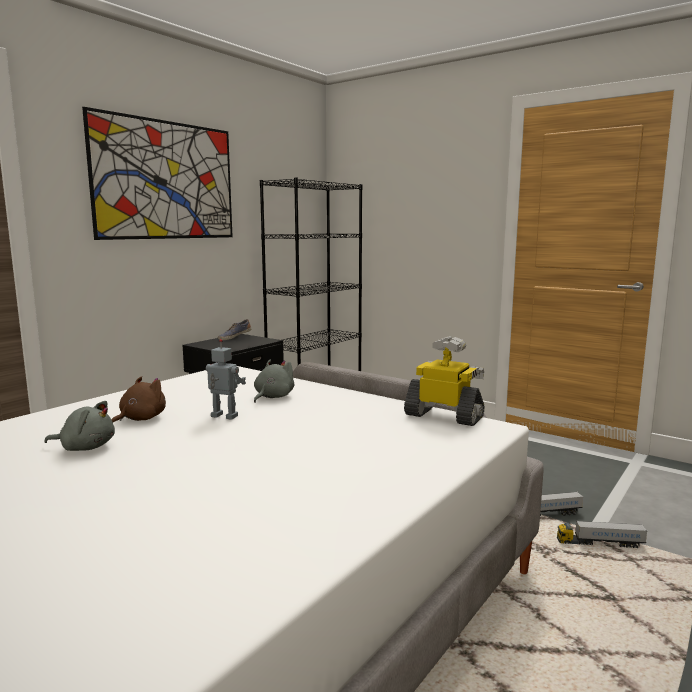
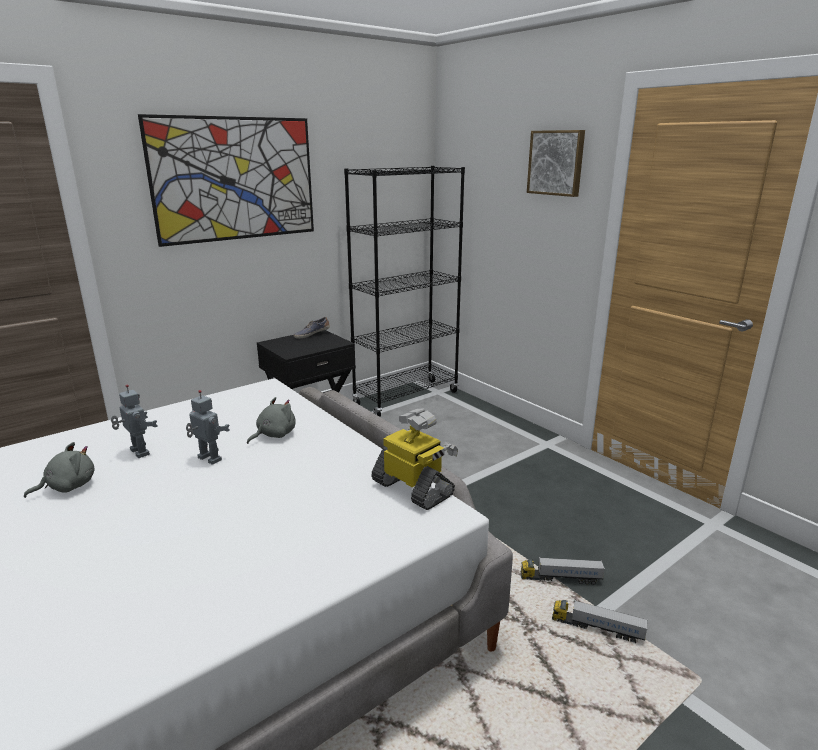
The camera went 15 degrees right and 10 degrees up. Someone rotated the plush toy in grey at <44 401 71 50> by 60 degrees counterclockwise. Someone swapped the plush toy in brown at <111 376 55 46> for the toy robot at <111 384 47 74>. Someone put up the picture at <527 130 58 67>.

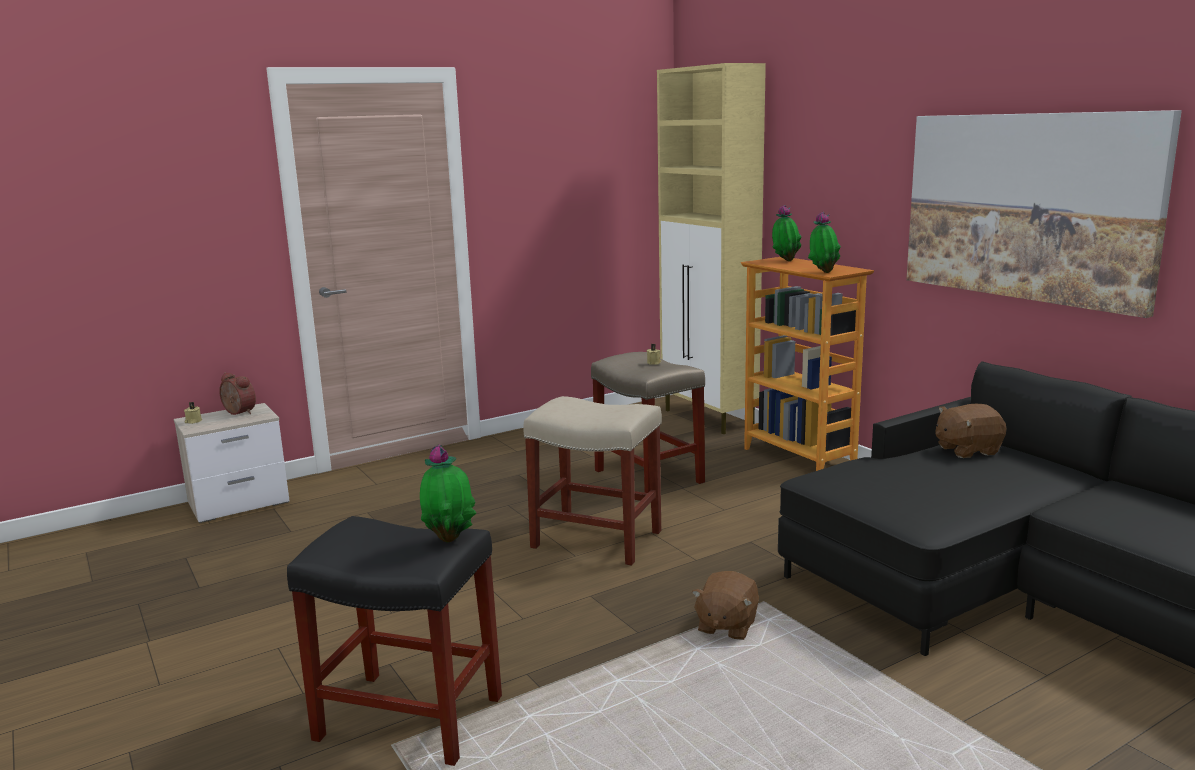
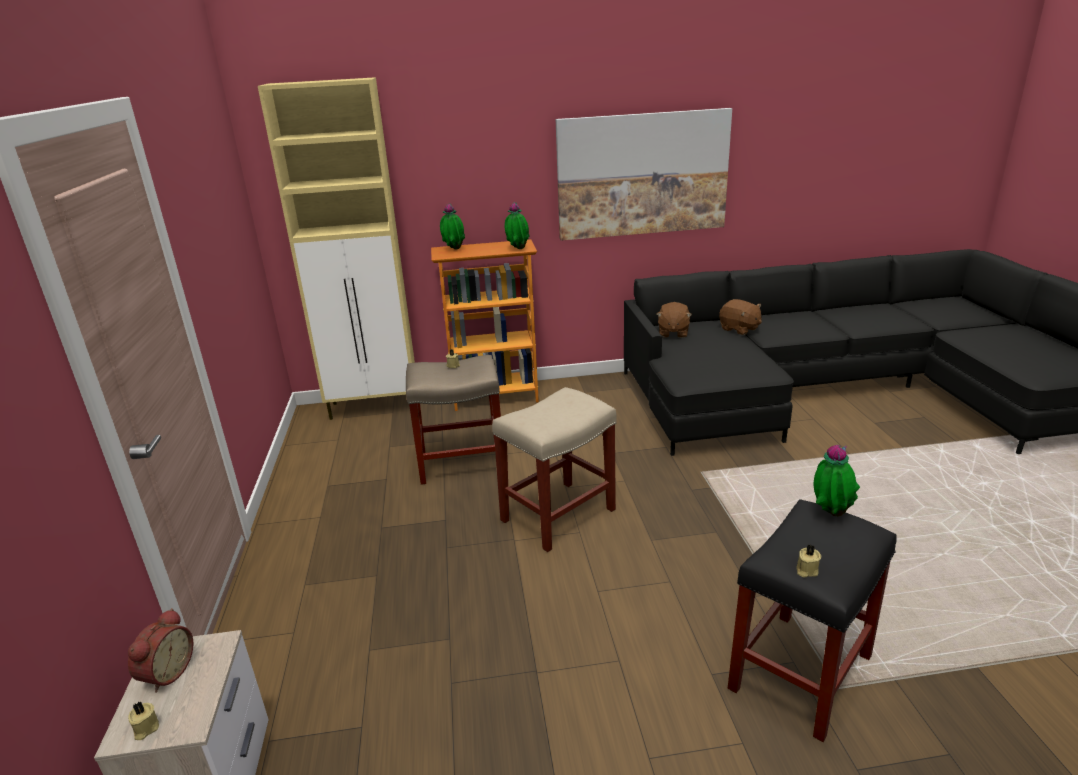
The camera went 65 degrees left and 10 degrees up. Someone rotated the alarm clock at <219 372 37 43> by 135 degrees clockwise. Someone carried the plush toy in brown from <692 571 67 69> to <719 299 43 36>. Someone put down the candle in beige at <797 544 24 34>.

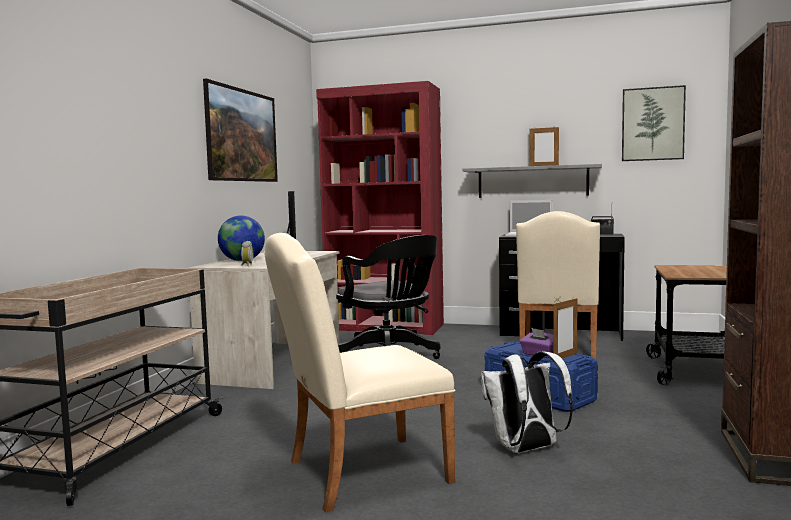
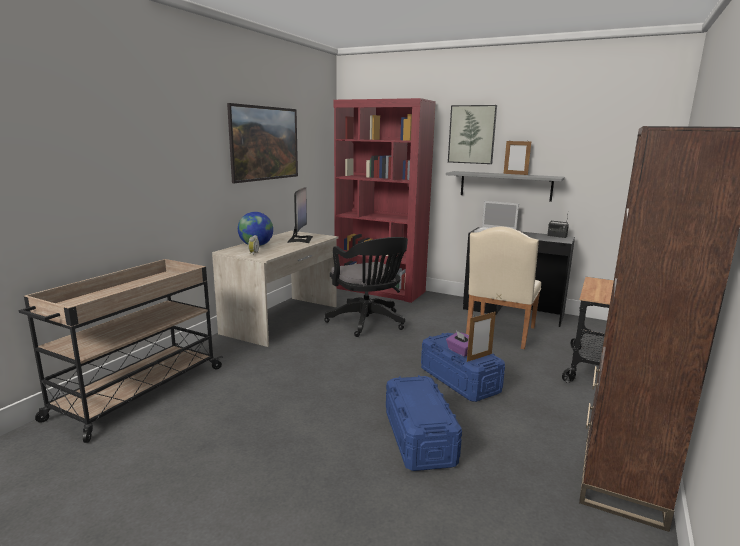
The camera went 10 degrees right and 10 degrees up. Someone swapped the backpack in white at <481 351 92 102> for the storage box in blue at <386 375 76 96>. Someone carried the picture from <622 85 64 76> to <448 105 49 59>. Someone took away the chair in beige at <264 233 191 280>.

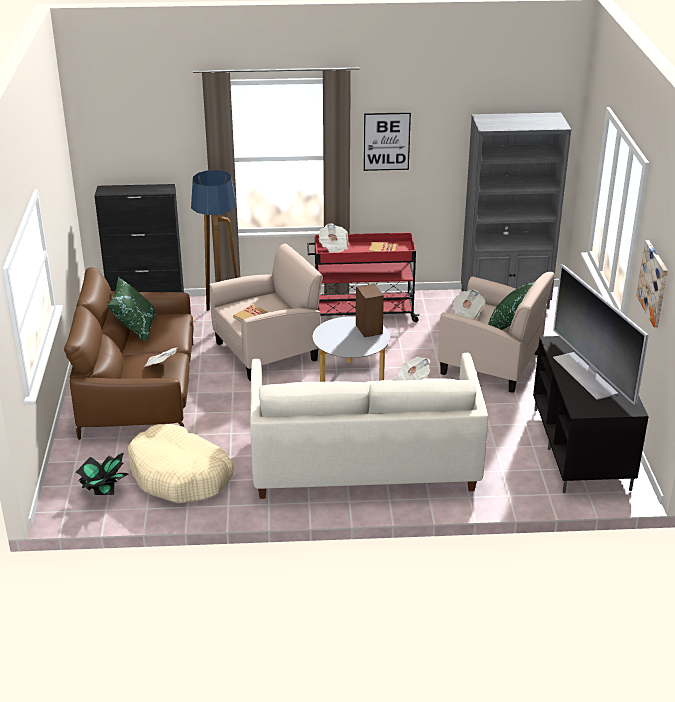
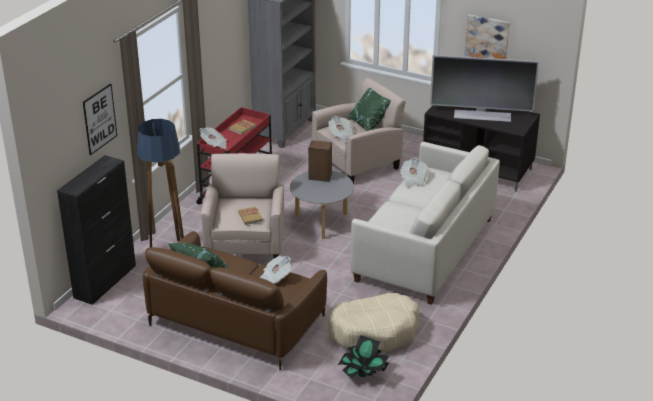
The camera went 60 degrees left and 0 degrees up. Someone carried the picture from <364 112 47 59> to <83 84 34 71>.

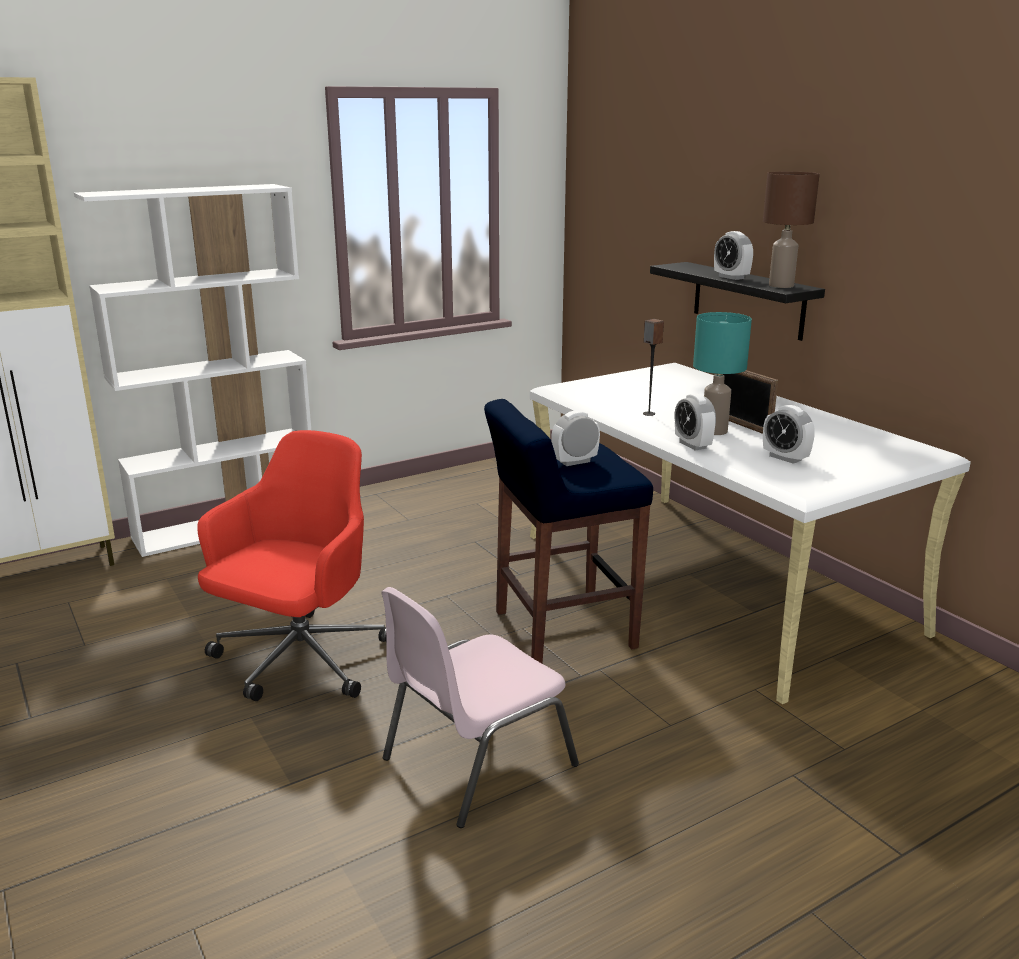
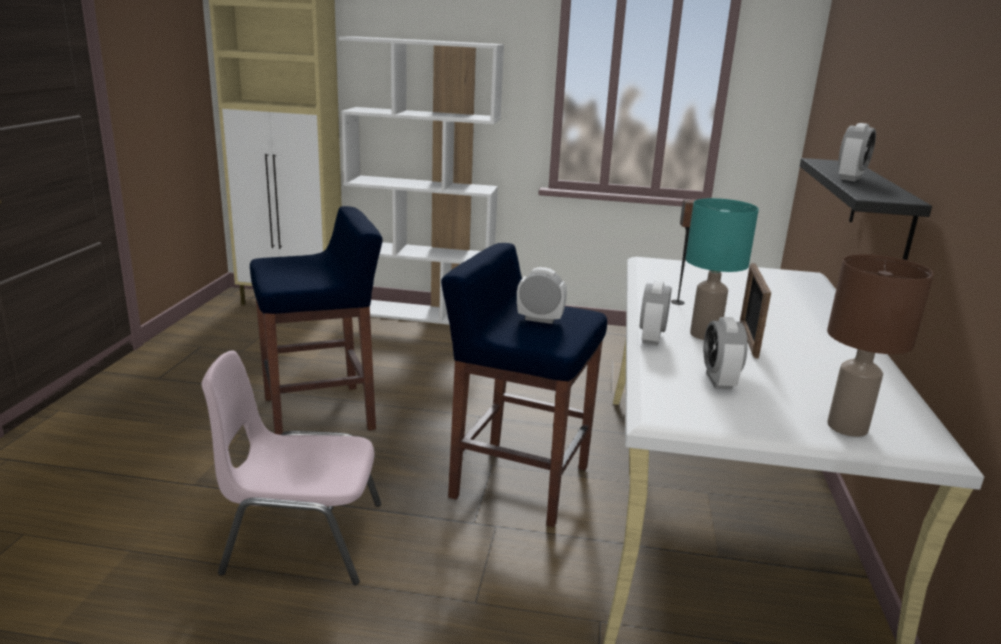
The camera went 40 degrees right and 0 degrees up. Someone swapped the office chair in red at <197 430 189 271> for the stool in blue at <250 206 132 229>. Someone carried the table lamp in brown from <763 172 57 116> to <827 254 107 183>. Someone rotated the alarm clock at <714 231 39 49> by 150 degrees counterclockwise.

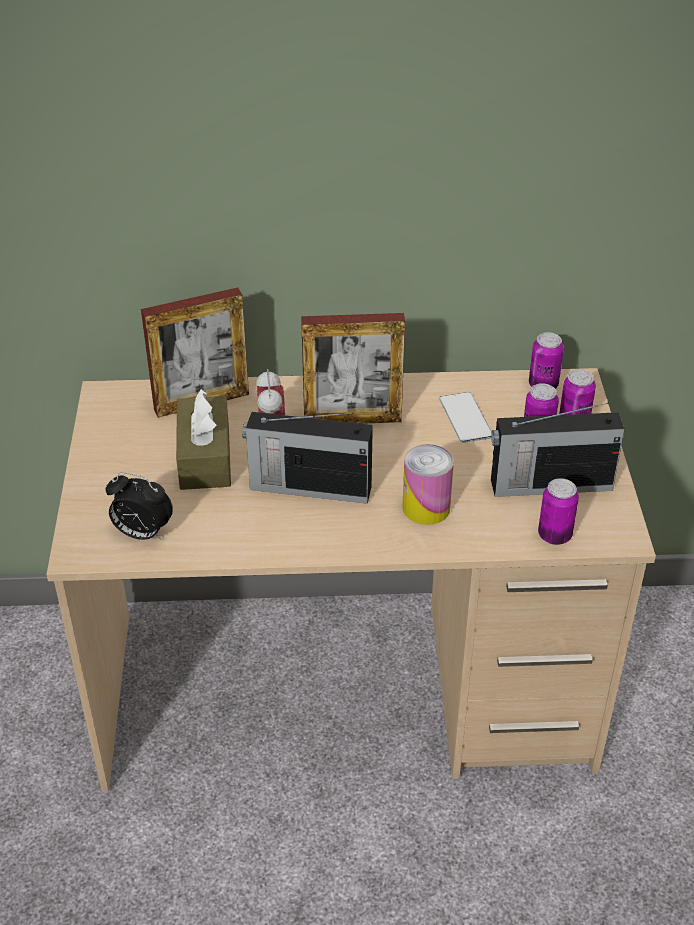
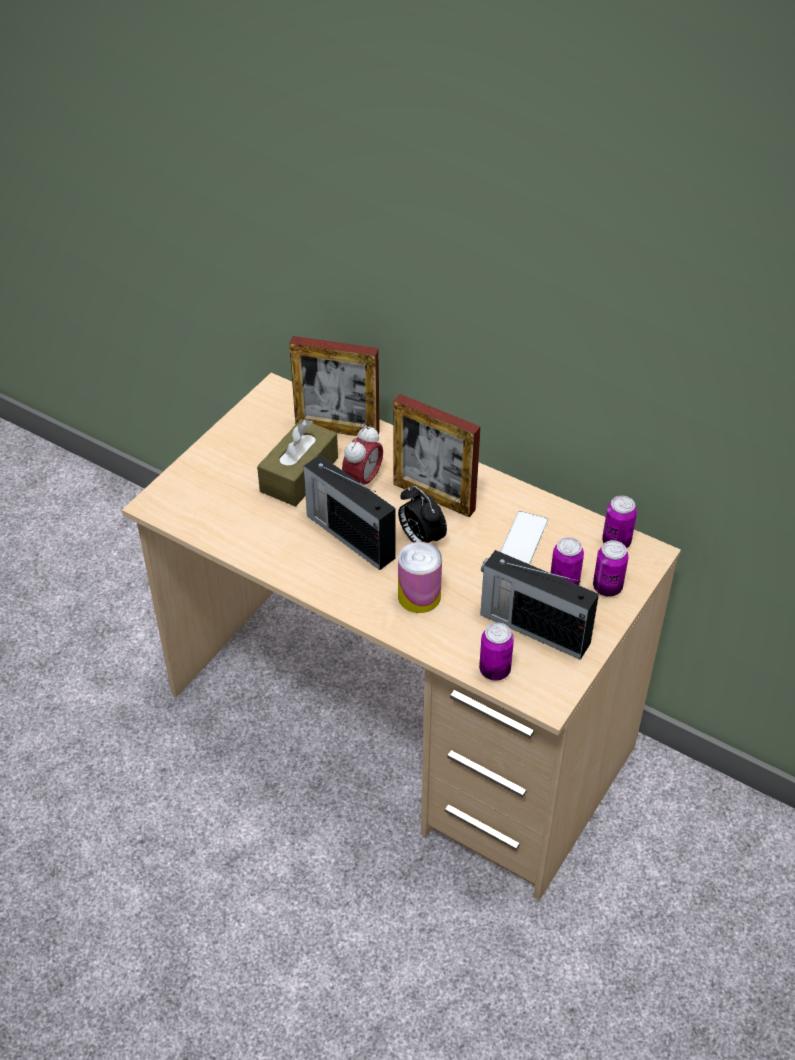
The camera went 35 degrees right and 5 degrees up. Someone carried the alarm clock from <105 472 68 68> to <398 485 49 58>.

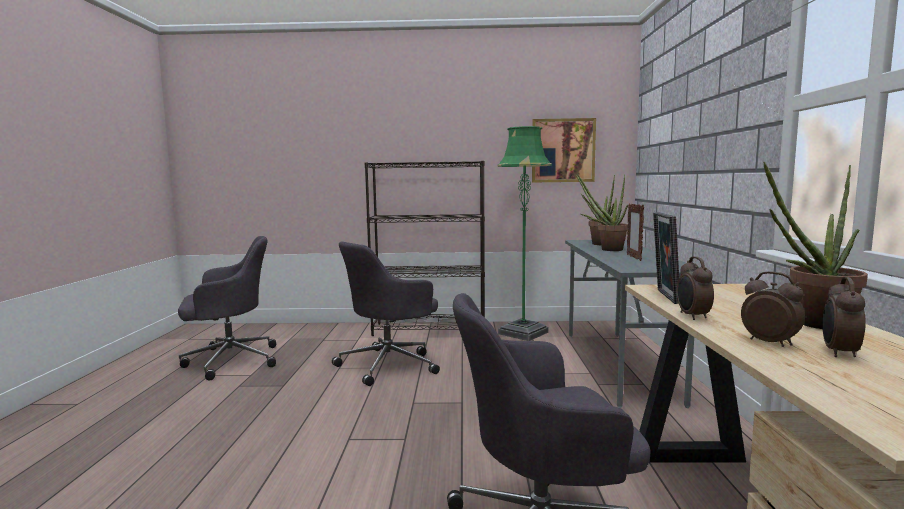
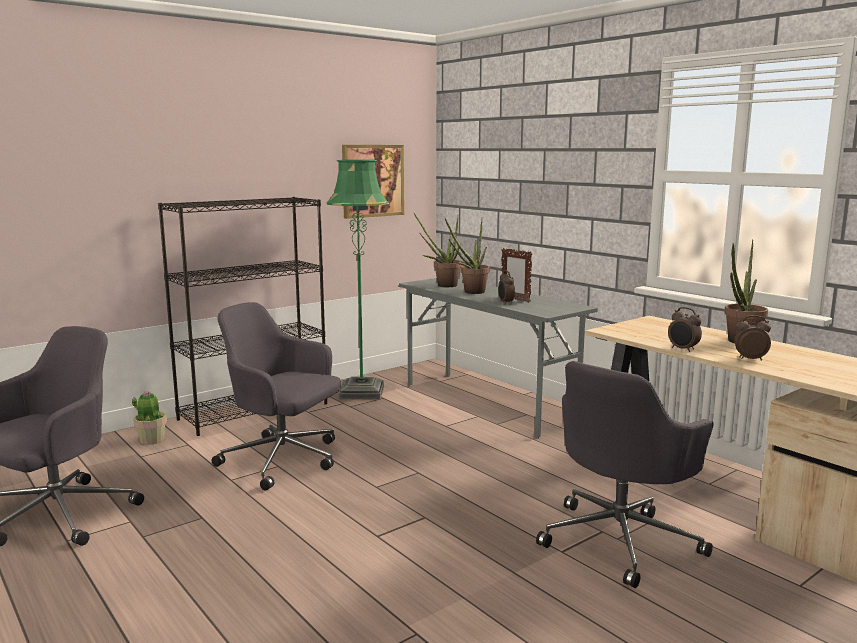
The camera went 40 degrees left and 5 degrees up. Someone put down the potted plant at <132 391 35 54>. Someone rotated the office chair in grey at <332 241 108 145> by 105 degrees clockwise. Someone carried the alarm clock from <822 276 44 81> to <498 270 17 35>. Someone took away the picture frame at <653 212 26 92>.

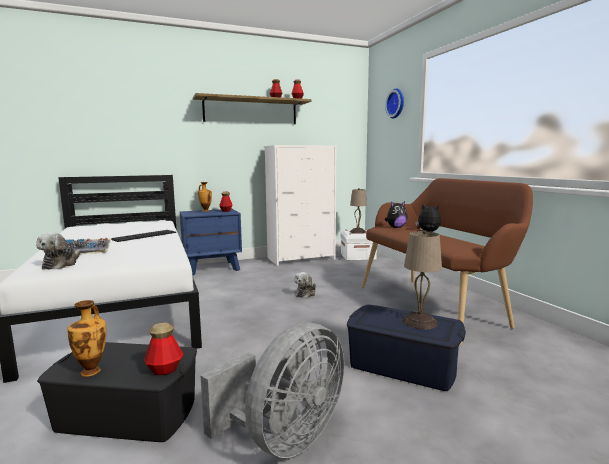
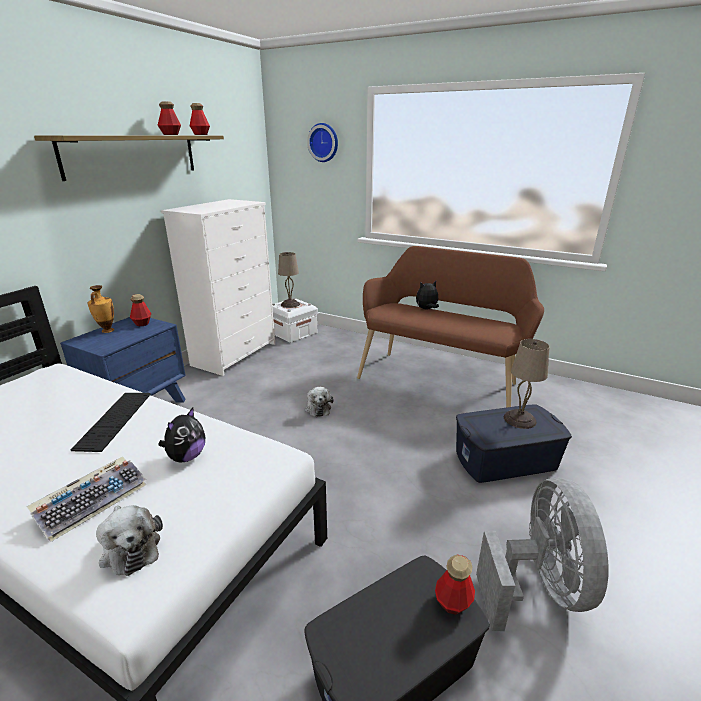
The camera went 40 degrees left and 15 degrees up. Someone carried the plush toy from <385 201 23 27> to <159 408 46 55>. Someone took away the vase at <67 300 40 77>.

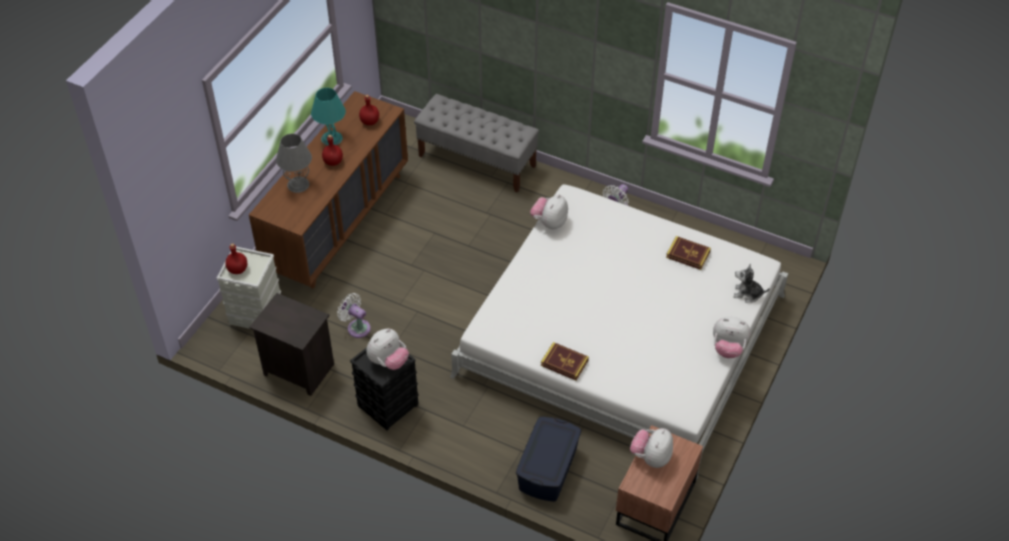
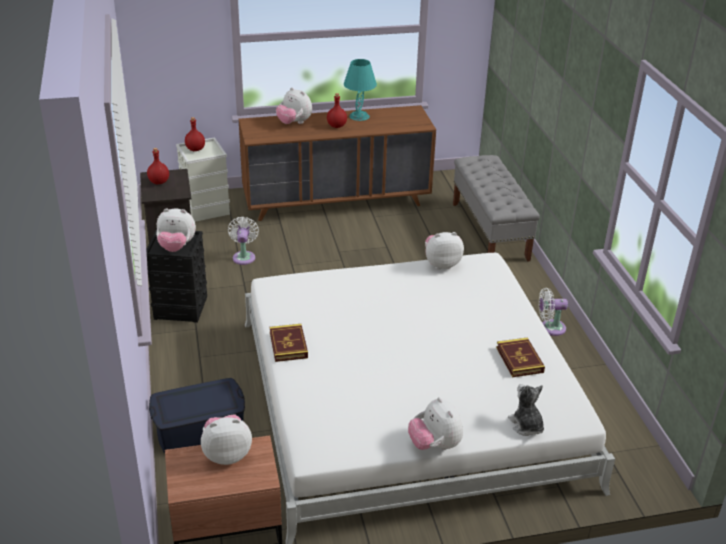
The camera went 50 degrees right and 15 degrees down. Someone carried the bottle in red from <359 95 20 30> to <147 148 22 36>. Someone swapped the table lamp in grey at <276 134 36 59> for the plush toy at <276 87 36 37>.

